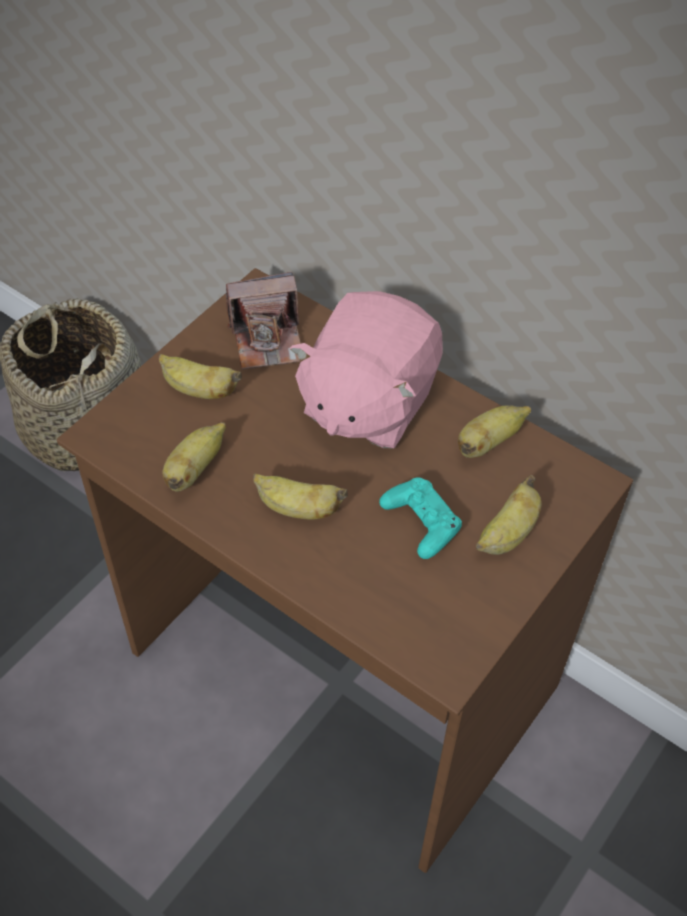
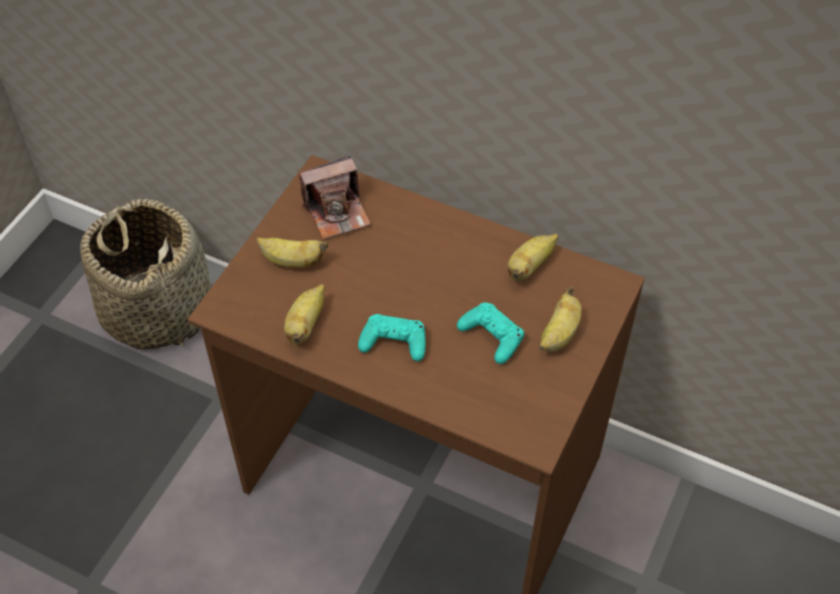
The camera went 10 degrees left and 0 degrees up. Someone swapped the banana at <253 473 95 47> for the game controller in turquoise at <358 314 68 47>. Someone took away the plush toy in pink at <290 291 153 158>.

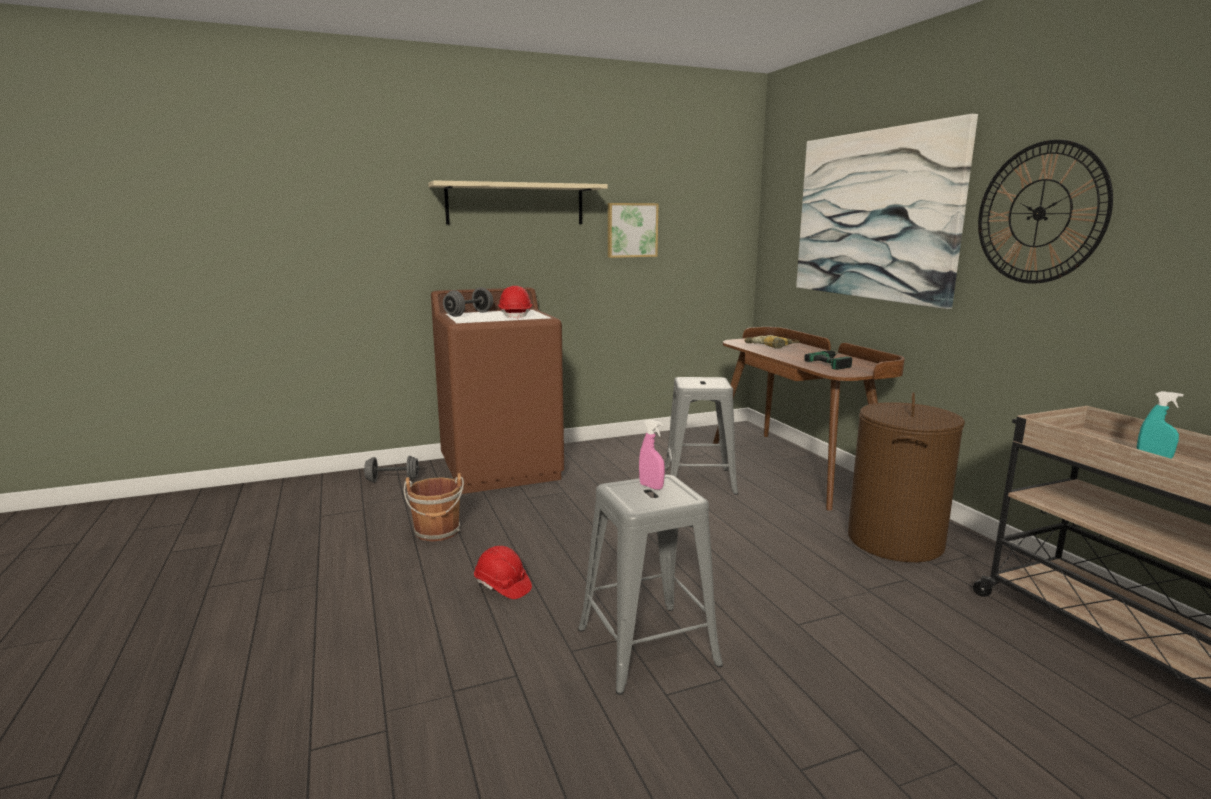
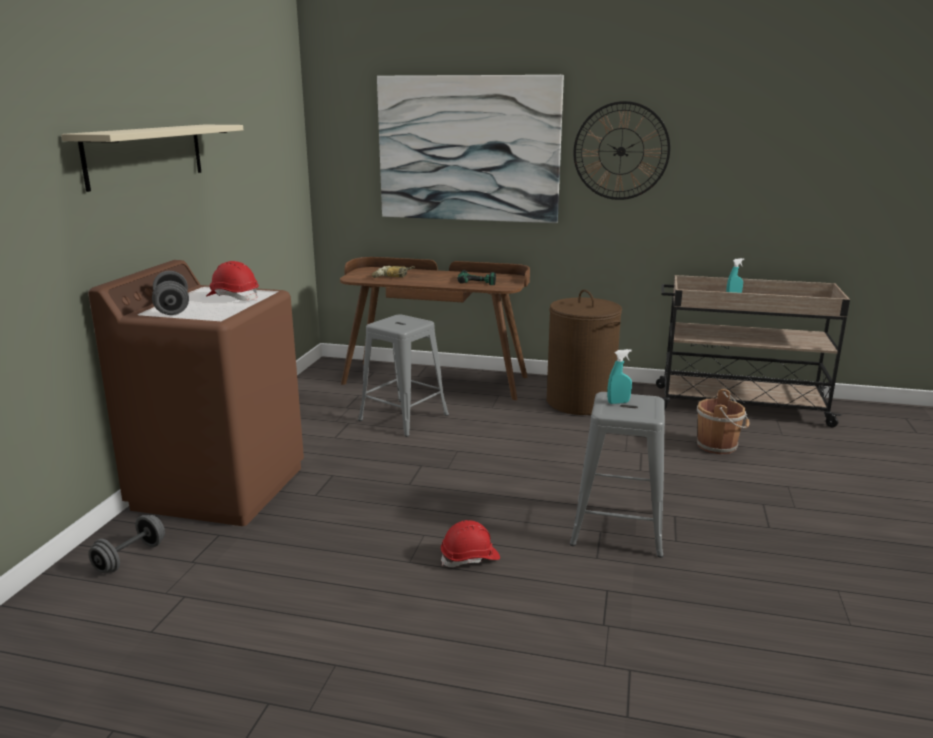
The camera went 55 degrees left and 5 degrees up. Someone repainted the spray bottle in pink at <639 419 26 71>, which became the spray bottle in turquoise at <607 349 25 55>. Someone carried the bucket in brown from <403 473 61 69> to <697 389 52 65>. Someone took away the picture at <608 203 51 55>.

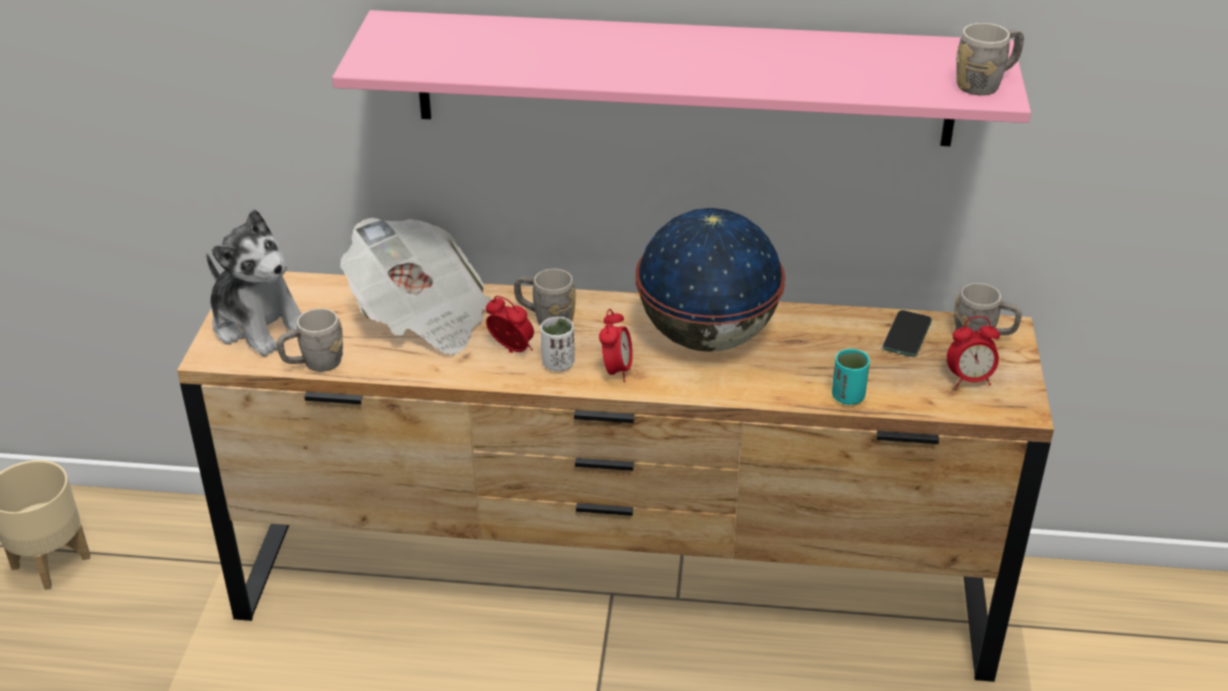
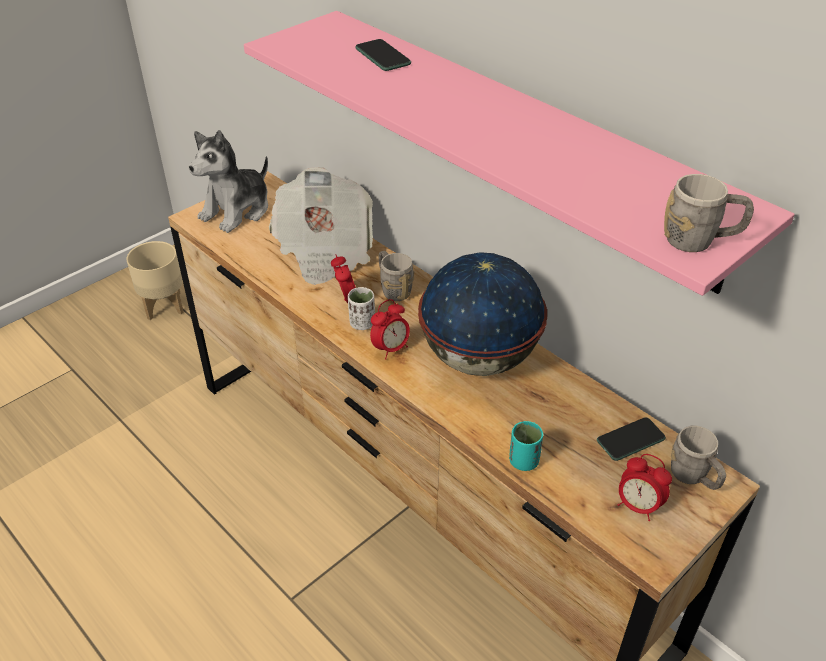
The camera went 40 degrees right and 5 degrees up. Someone rotated the plush toy at <206 209 96 147> by 45 degrees clockwise. Someone put down the phone at <355 39 56 32>. Someone took away the mug in grey at <277 308 66 64>.

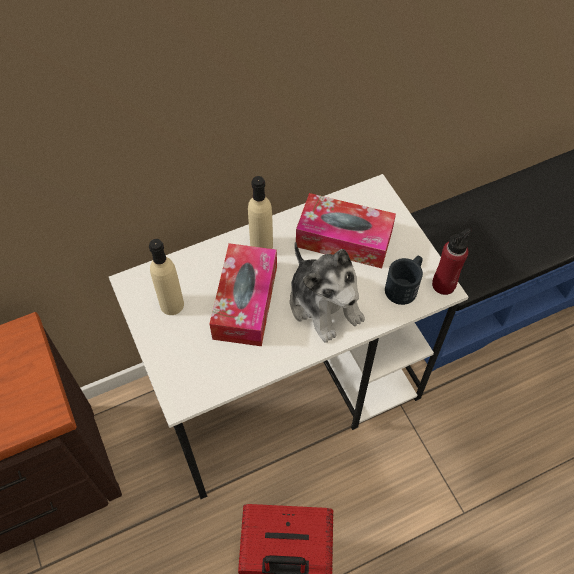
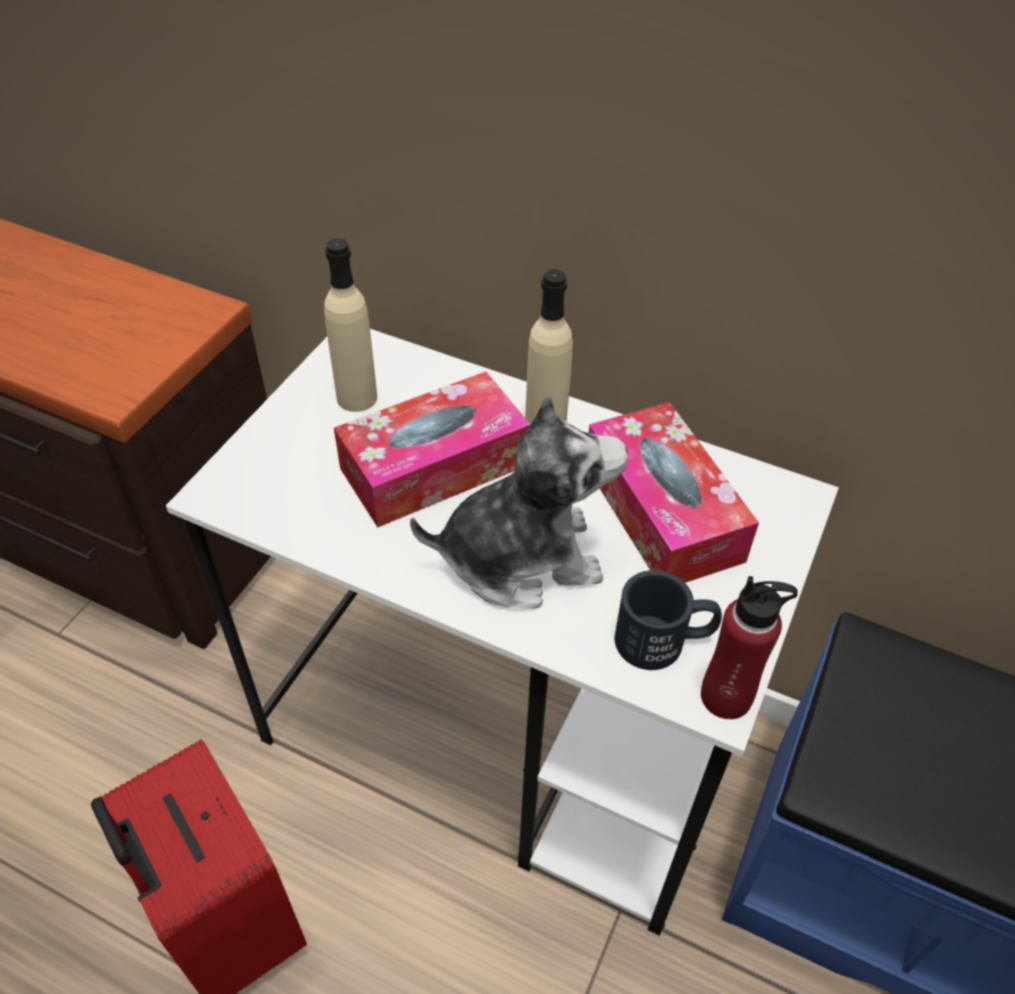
The camera went 50 degrees right and 10 degrees down. Someone rotated the plush toy at <290 242 75 101> by 120 degrees counterclockwise.

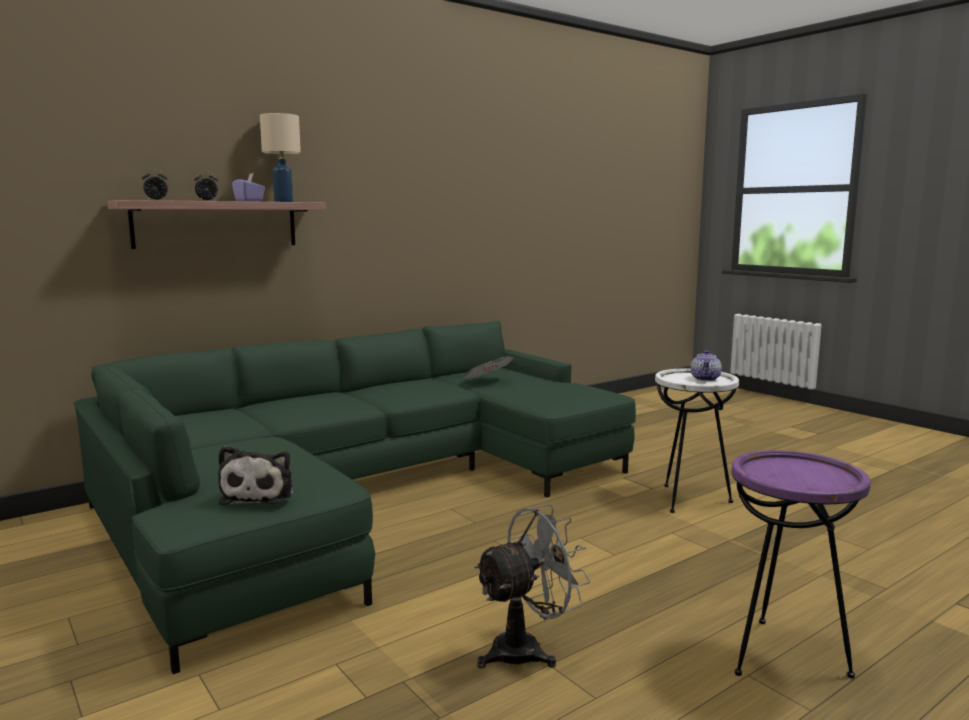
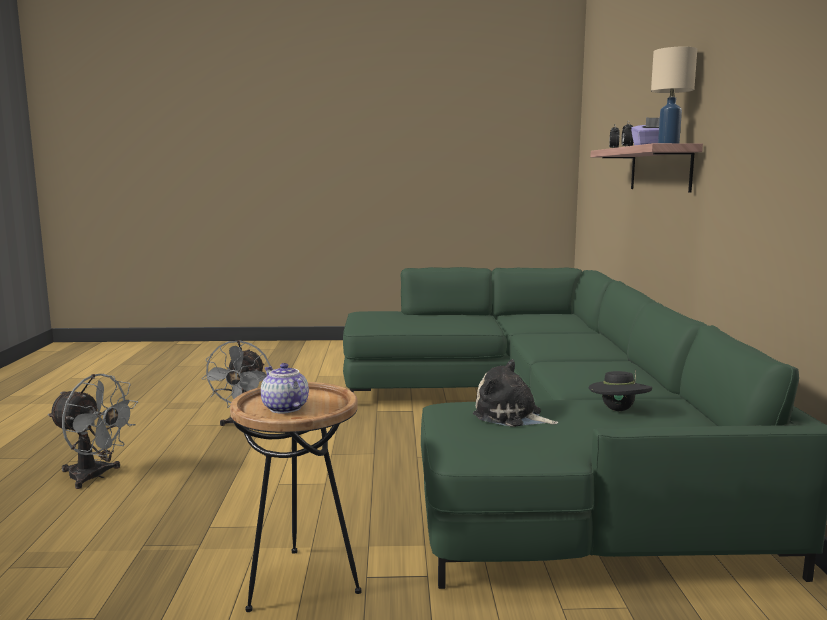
The camera went 125 degrees right and 0 degrees up. Someone swapped the side table in purple at <732 450 139 229> for the fan in grey at <48 374 90 115>. Someone repainted the side table in white at <655 368 84 145>, which became the side table in brown at <230 382 131 230>. Someone carried the plush toy from <218 446 76 59> to <473 359 85 68>. Someone swapped the newspaper at <462 356 51 23> for the hat in black at <589 369 63 42>.

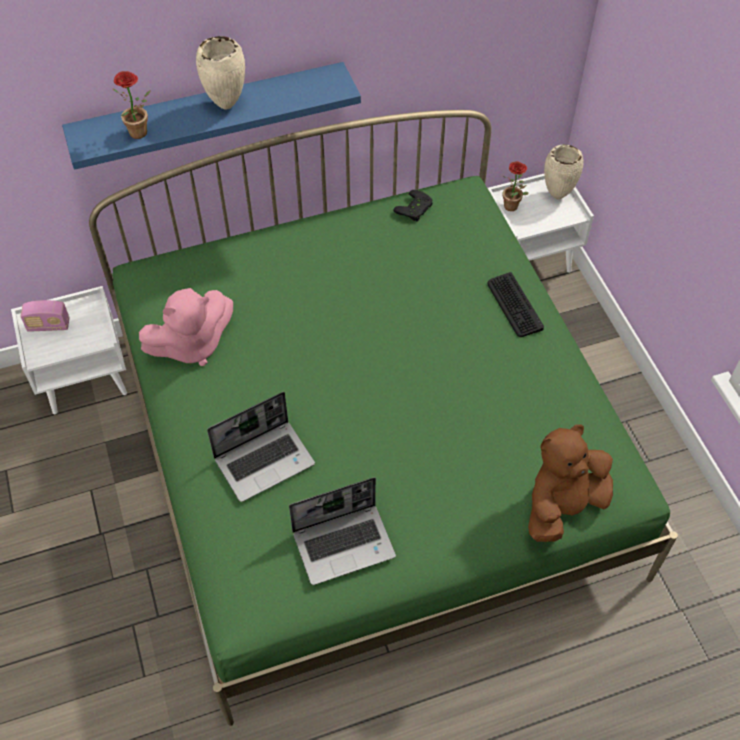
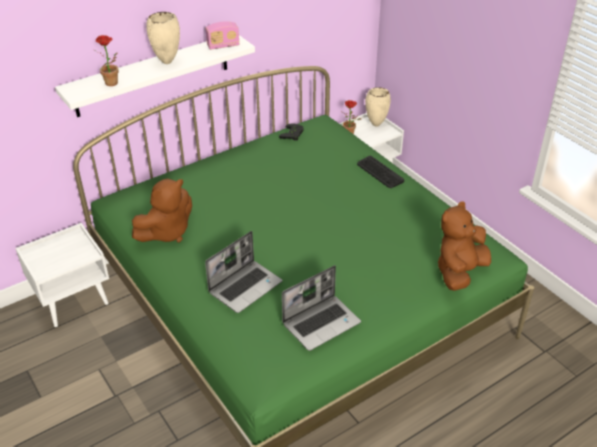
The camera went 15 degrees left and 15 degrees down. Someone repainted the shelf in blue at <62 62 299 108>, which became the shelf in white at <55 35 200 82>. Someone repainted the plush toy in pink at <139 288 94 78>, which became the plush toy in brown at <132 178 60 64>. Someone carried the radio from <21 300 48 32> to <206 21 34 29>.

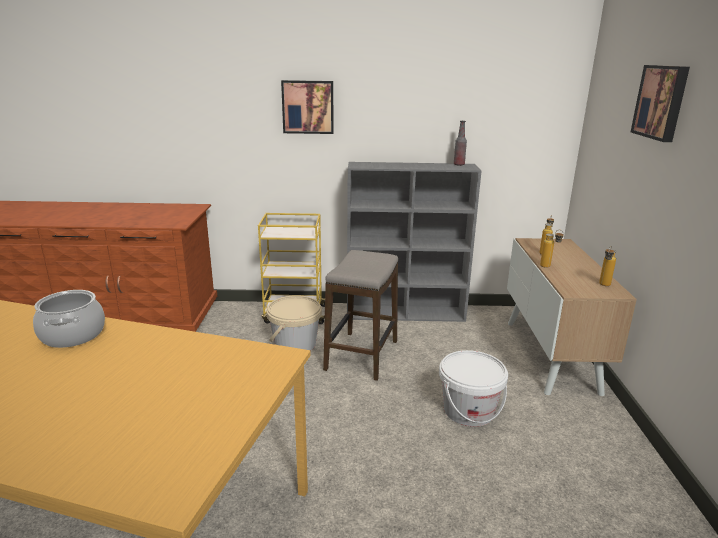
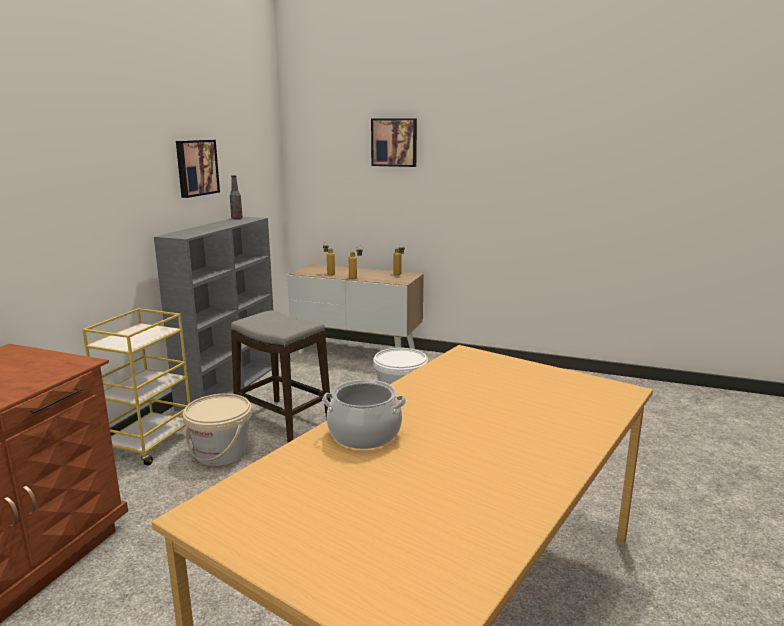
The camera went 70 degrees left and 5 degrees down. Someone carried the picture from <281 80 53 54> to <176 140 44 58>.

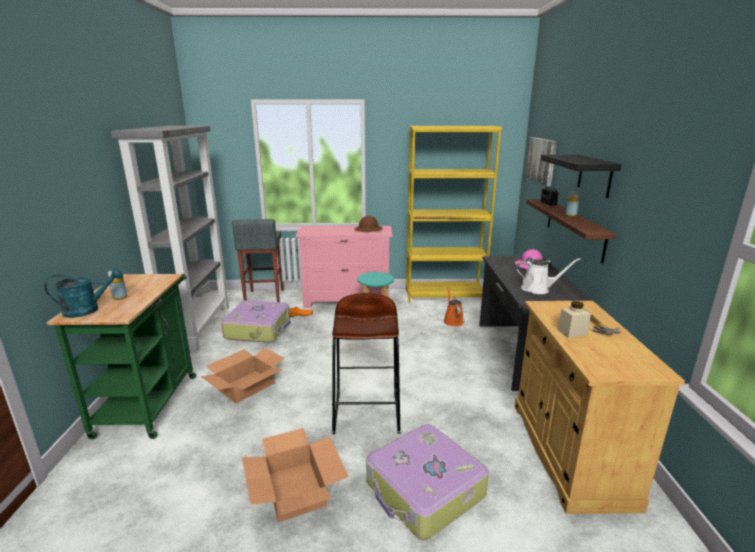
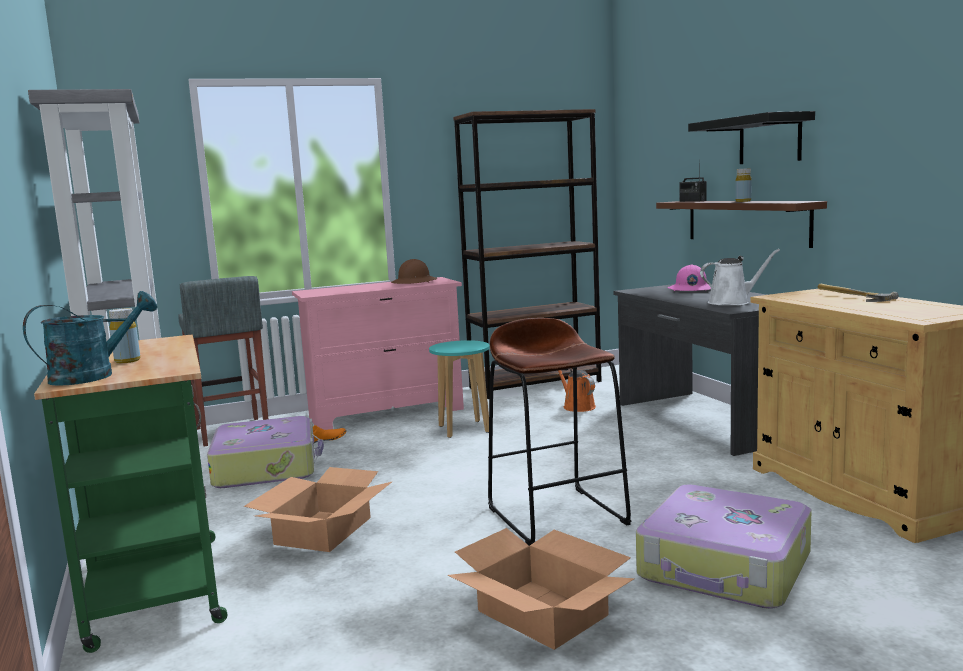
The camera went 20 degrees left and 10 degrees down. Someone repainted the bookcase in yellow at <406 126 96 176>, which became the bookcase in brown at <453 109 149 290>. Someone took away the picture at <525 137 32 50>. Someone took away the jar in beige at <557 301 34 37>.

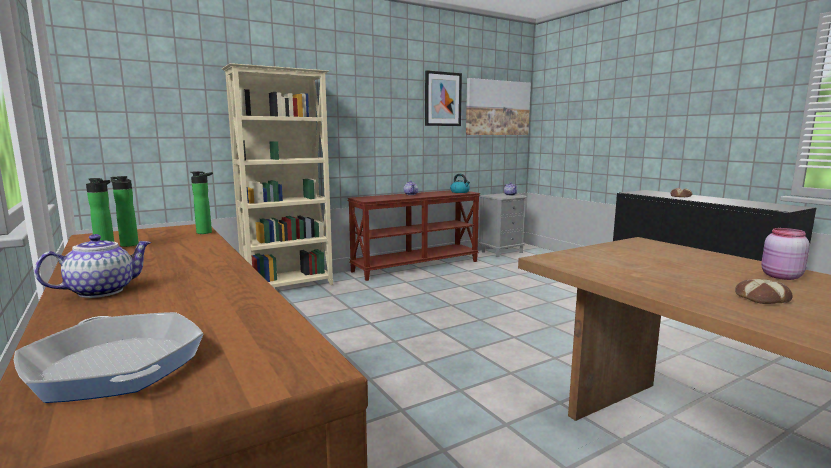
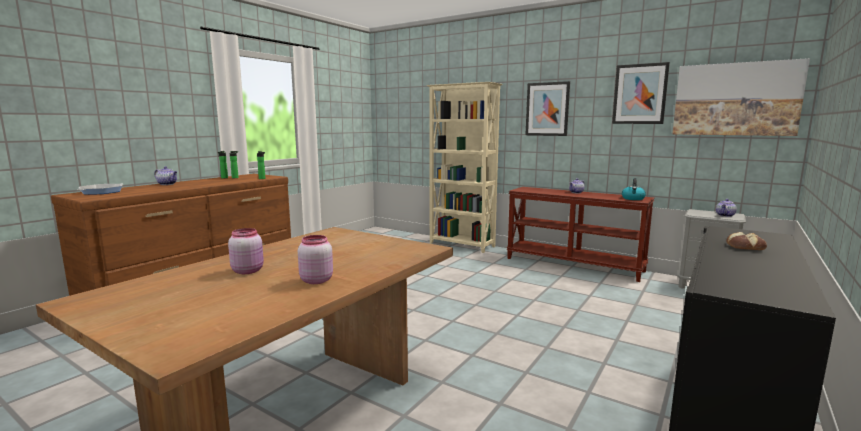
The camera went 65 degrees right and 0 degrees up. Someone swapped the bread at <735 279 58 25> for the jar in pink at <228 228 36 46>. Someone put up the picture at <525 81 45 55>.

